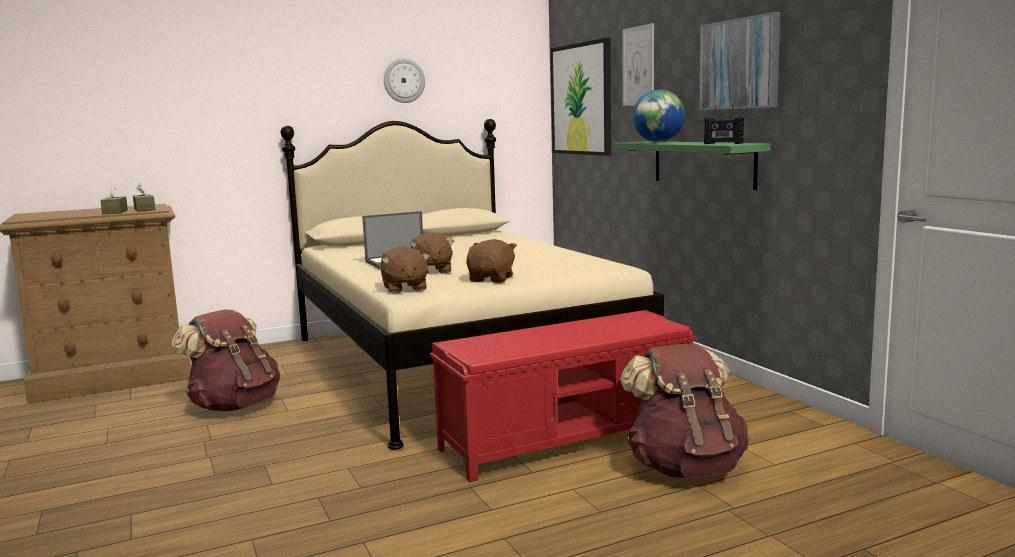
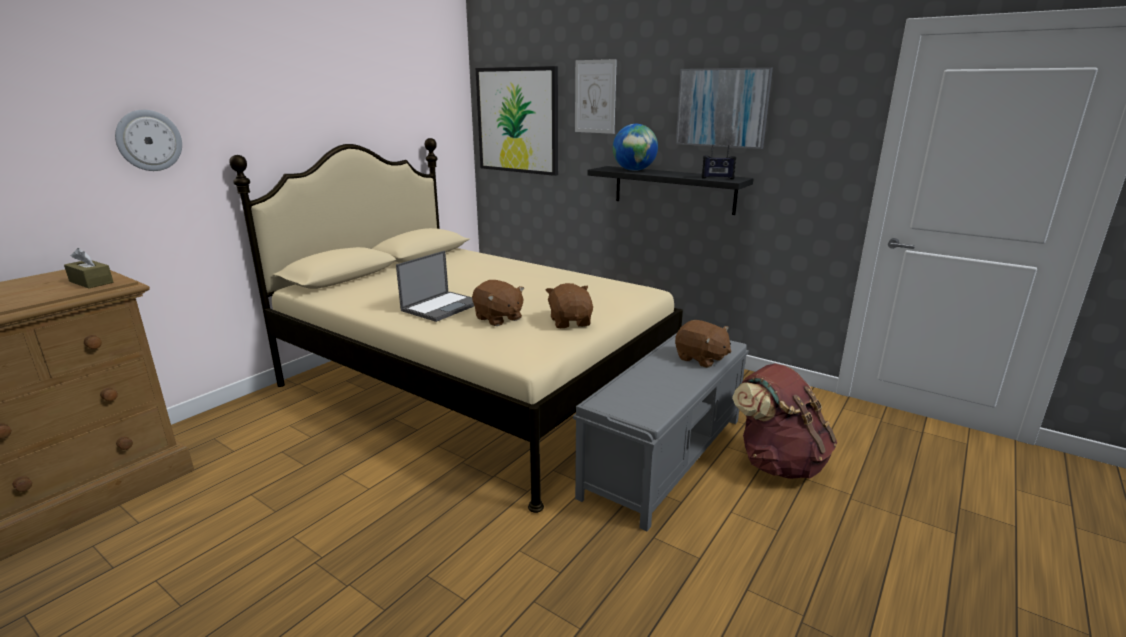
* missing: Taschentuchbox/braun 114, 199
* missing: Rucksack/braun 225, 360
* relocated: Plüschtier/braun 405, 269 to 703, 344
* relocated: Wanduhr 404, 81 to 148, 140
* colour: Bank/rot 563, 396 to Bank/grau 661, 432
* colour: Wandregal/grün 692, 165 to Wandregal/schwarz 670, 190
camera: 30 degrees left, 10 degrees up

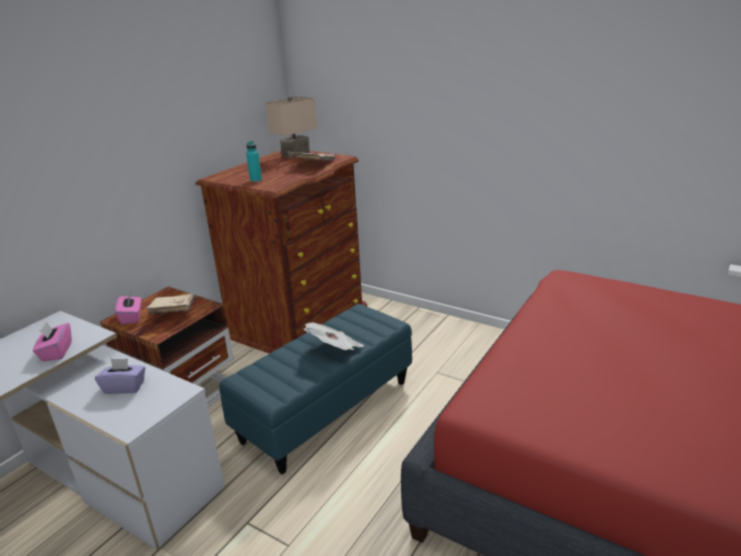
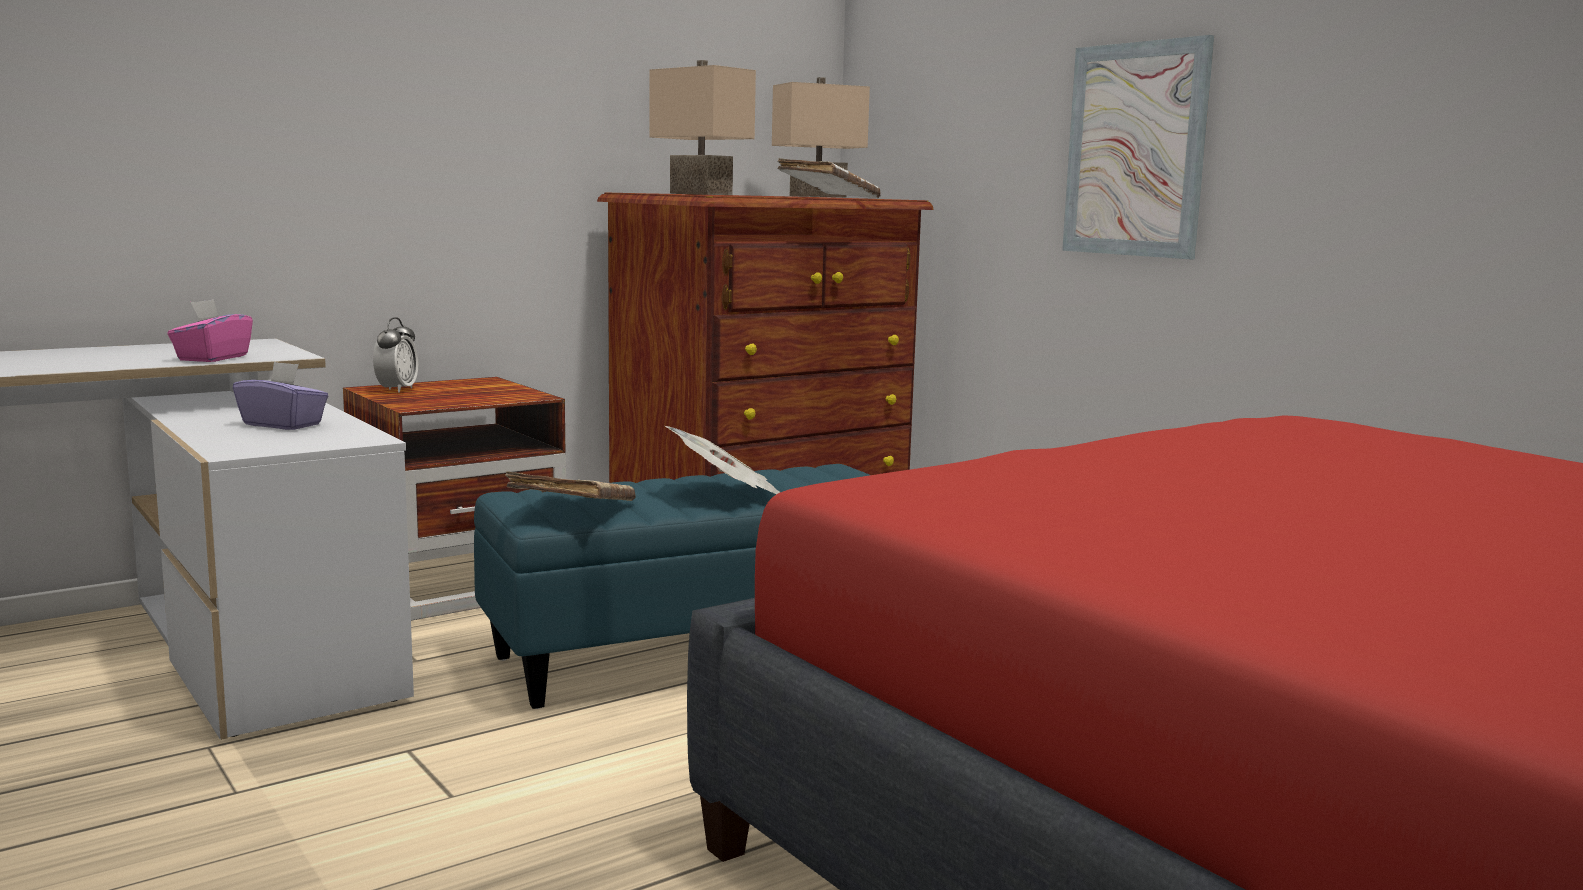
* exchanged: Taschentuchbox/rosa 128, 309 to Wecker 395, 355
* relocated: Buch/beige 170, 304 to 570, 486
* exchanged: Flasche/türkis 254, 161 to Tischlampe/beige 702, 127
* appeared: Bild 1138, 147
camera: 20 degrees right, 15 degrees down

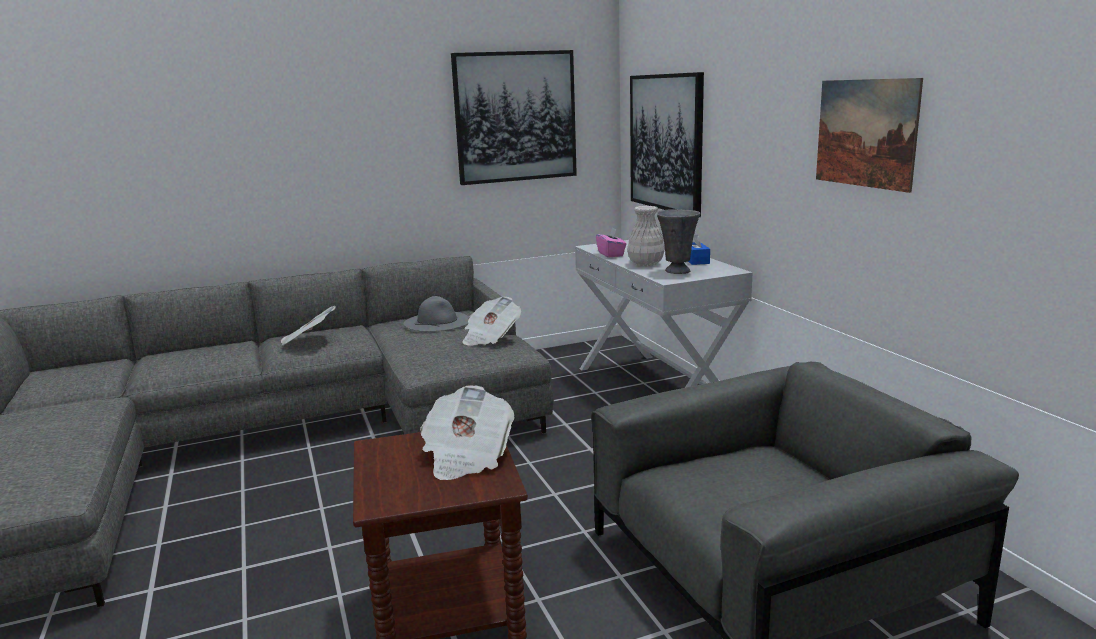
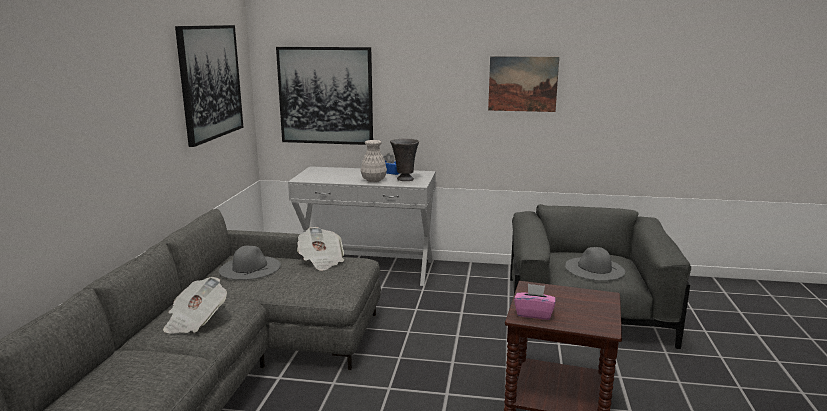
* missing: Zeitung 467, 432
* relocated: Taschentuchbox/rosa 611, 242 to 535, 302
* appeared: Hut/grau 595, 264
camera: 60 degrees left, 0 degrees up

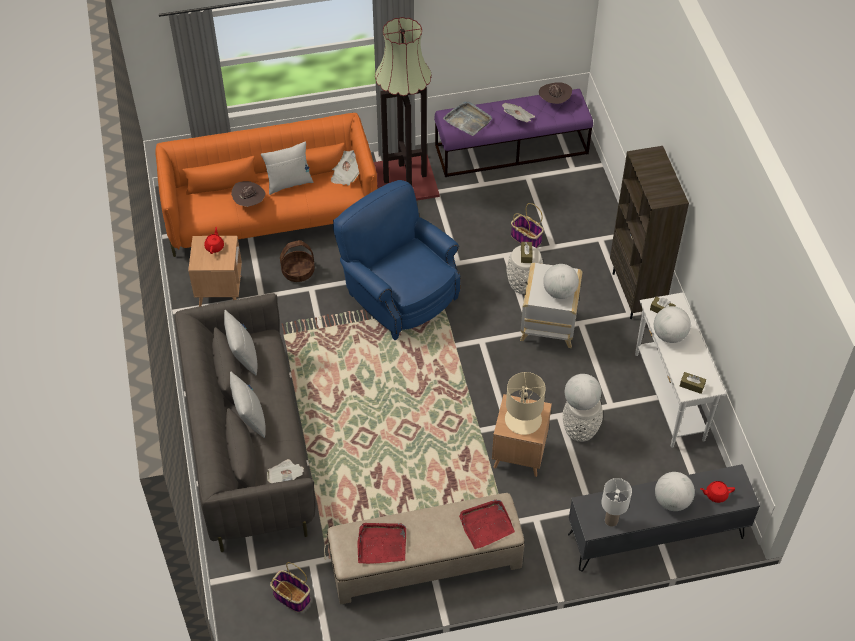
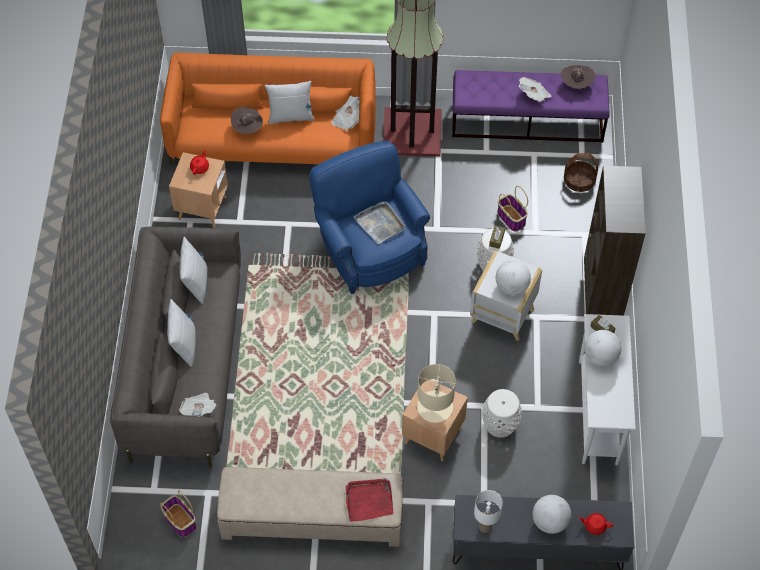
* relocated: Korb 297, 261 to 581, 172
* missing: Tablett/rot 381, 543
* relocated: Tablett/grau 467, 118 to 379, 222
* missing: Globus 583, 392
* missing: Taschentuchbox/braun 693, 383
camera: 15 degrees right, 5 degrees up

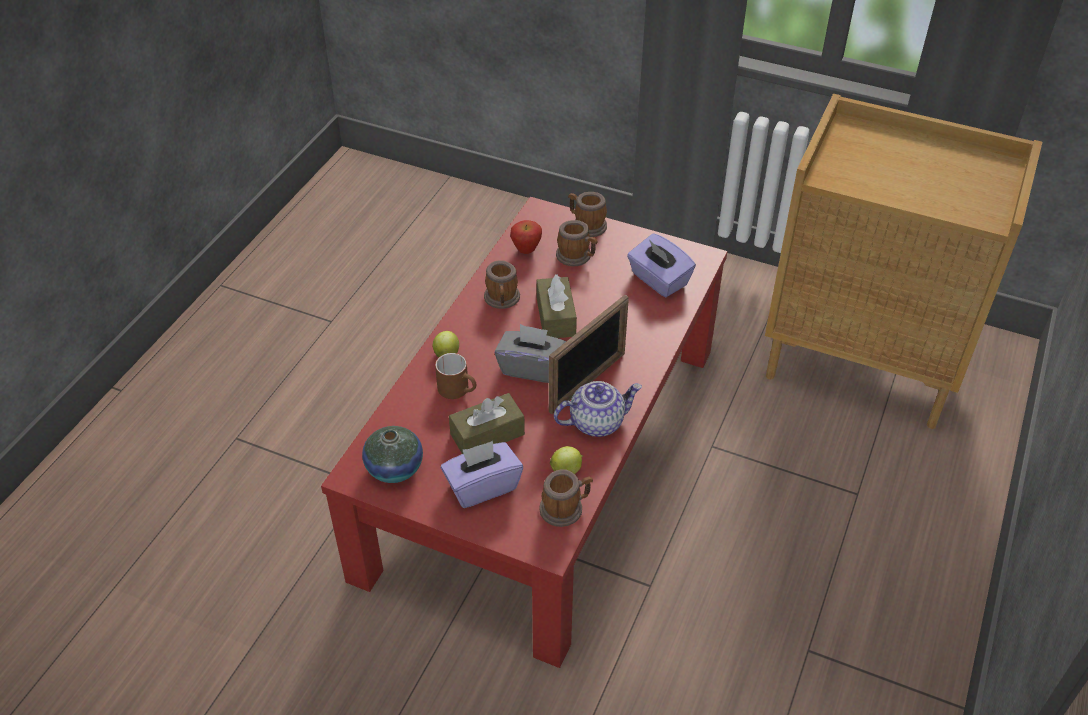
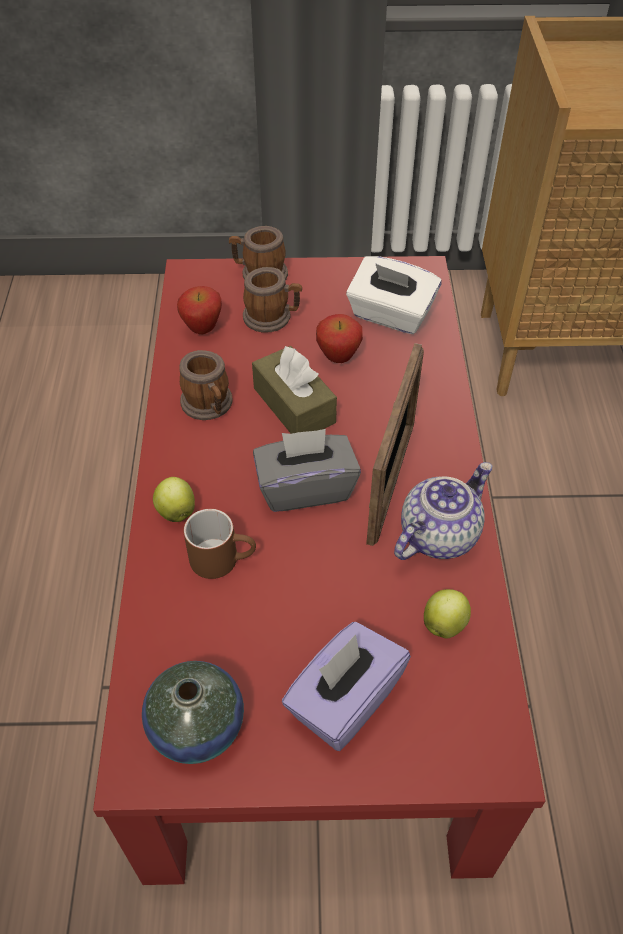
* missing: Taschentuchbox/braun 487, 423
* missing: Henkelbecher 566, 498
* colour: Taschentuchbox/lila 661, 265 to Taschentuchbox/weiß 394, 295
* appeared: Apfel 339, 338
camera: 25 degrees left, 5 degrees up

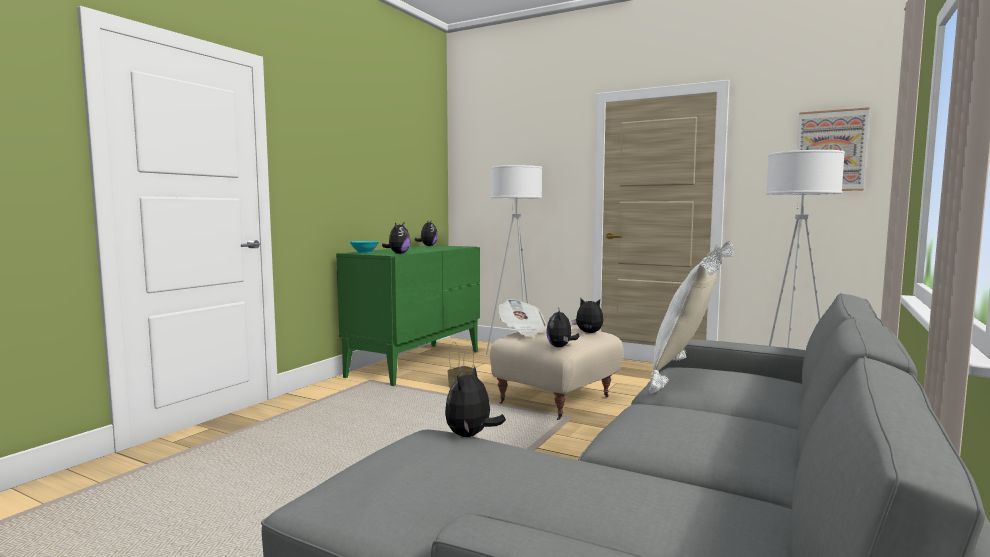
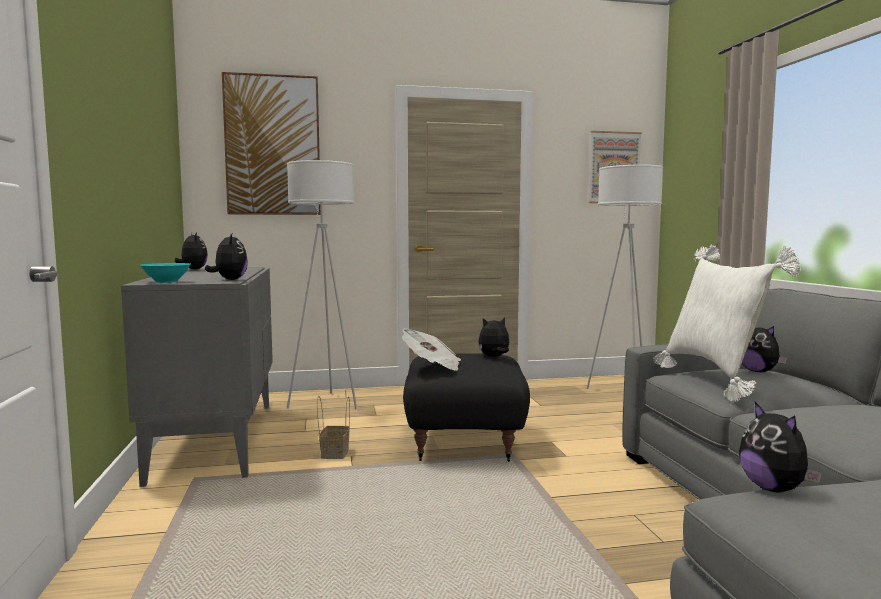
* colour: Schrank/grün 408, 315 to Schrank/grau 197, 377
* colour: Polsterhocker/beige 557, 372 to Polsterhocker/schwarz 466, 407
* relocated: Plüschtier 562, 327 to 764, 349
* appeared: Bild 271, 143
camera: 40 degrees left, 0 degrees up

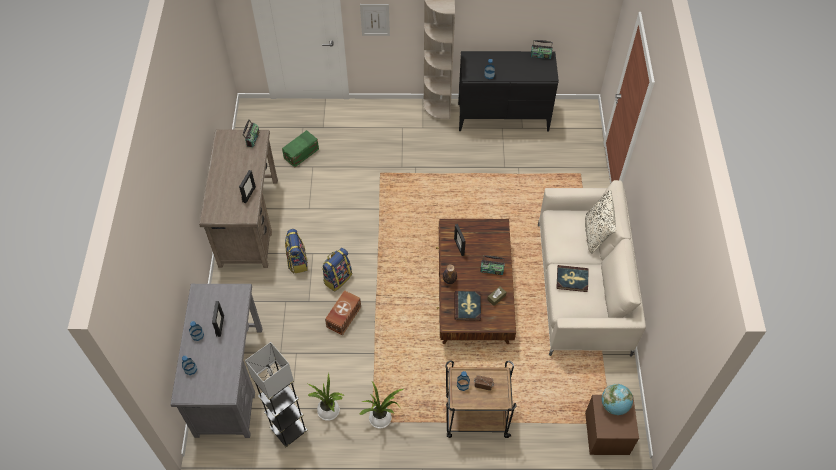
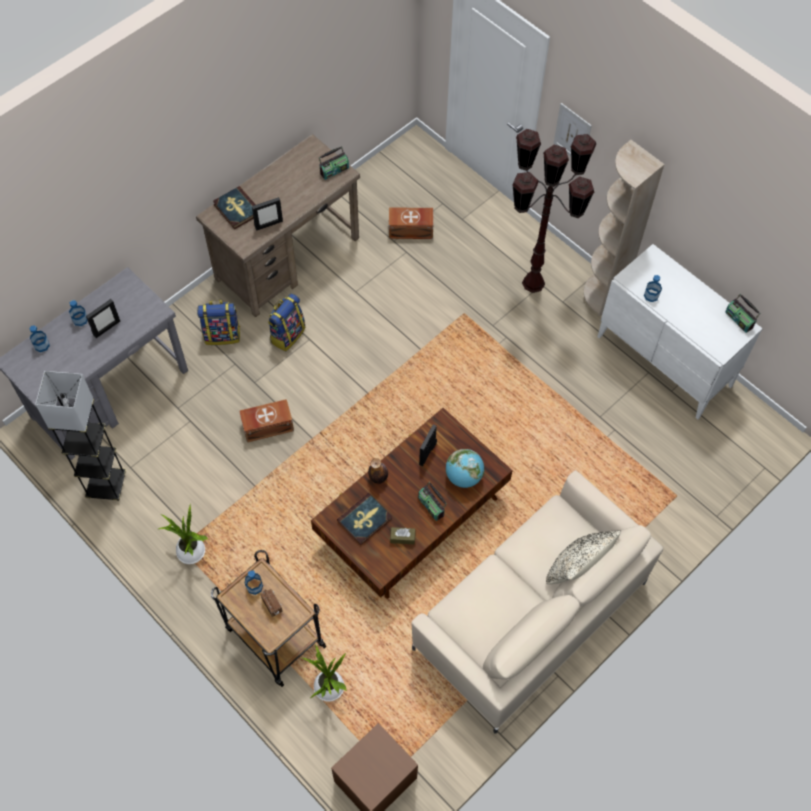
* colour: Aufbewahrungsbox/grün 300, 148 to Aufbewahrungsbox/braun 411, 223
* relocated: Topfpflanze 326, 396 to 325, 673
* relocated: Rucksack 337, 270 to 218, 322
* colour: Schrank/schwarz 508, 91 to Schrank/weiß 680, 331
* relocated: Buch 572, 278 to 234, 207
* relocated: Globus 617, 399 to 465, 468
* appeared: Stehlampe/braun 554, 211
camera: 45 degrees right, 5 degrees up

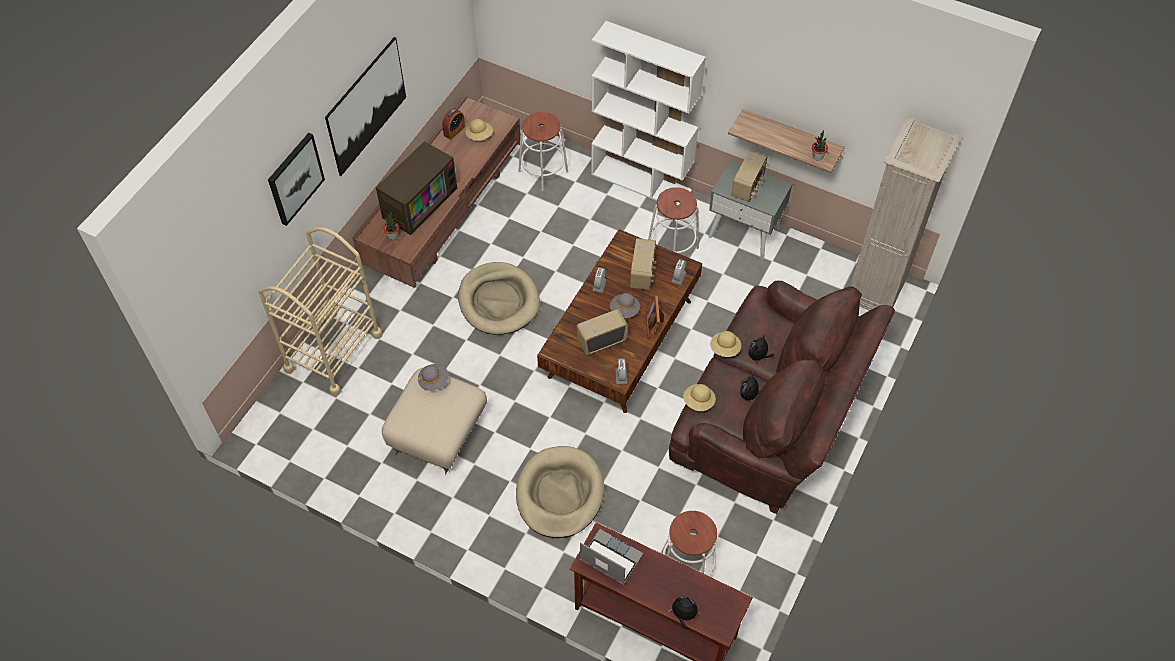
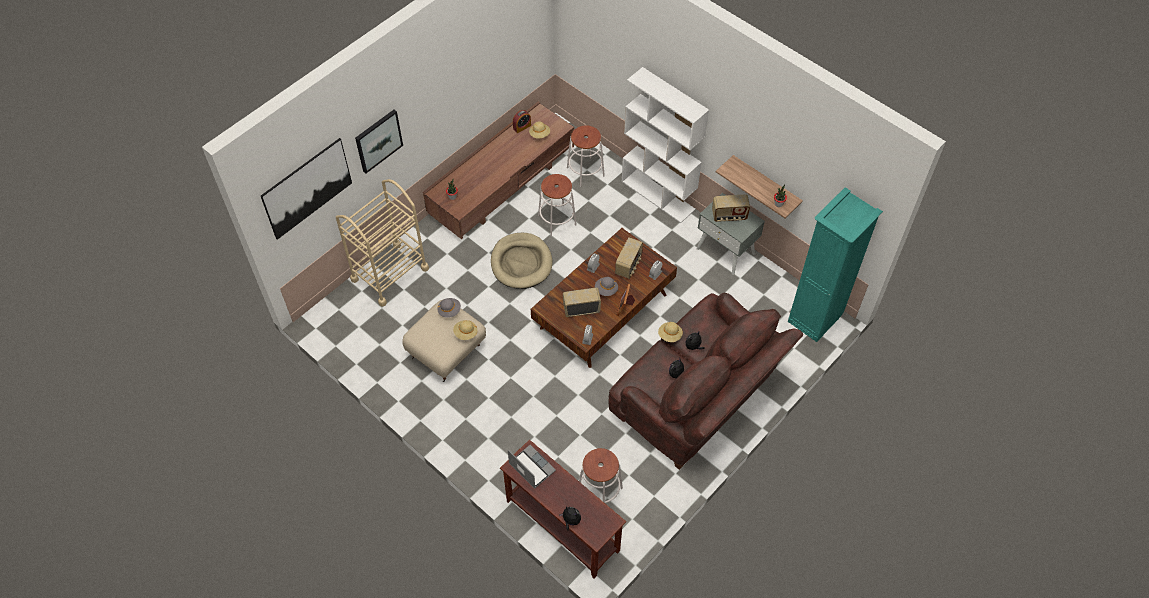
* relocated: Bild 365, 106 to 306, 189
* missing: Fernseher 416, 188
* missing: Hundebett/beige 560, 492
* relocated: Hocker/weiß 673, 220 to 557, 205
* relocated: Hut/beige 699, 397 to 465, 330
* spun: Radio 749, 176 = 731, 208 45 degrees clockwise
* colour: Schrank/beige 905, 214 to Schrank/türkis 835, 264
camera: 15 degrees right, 0 degrees up

